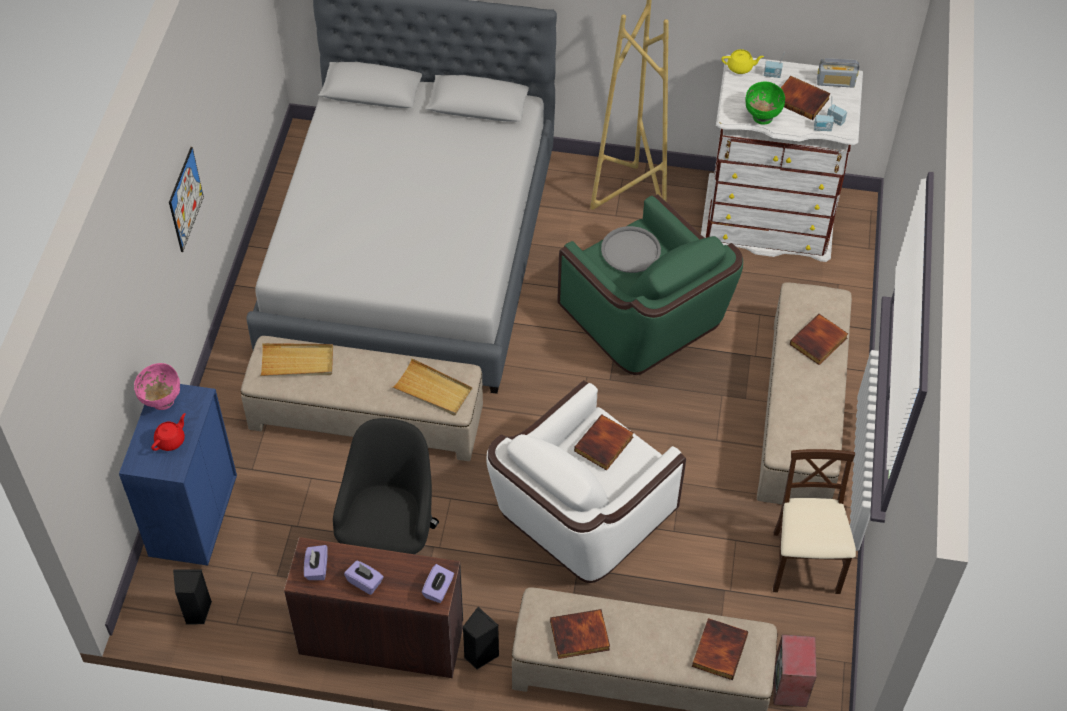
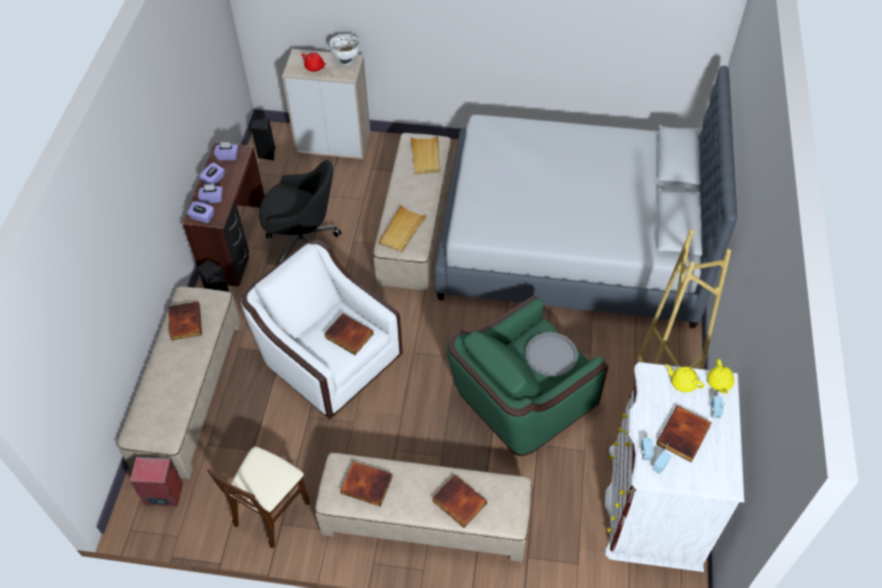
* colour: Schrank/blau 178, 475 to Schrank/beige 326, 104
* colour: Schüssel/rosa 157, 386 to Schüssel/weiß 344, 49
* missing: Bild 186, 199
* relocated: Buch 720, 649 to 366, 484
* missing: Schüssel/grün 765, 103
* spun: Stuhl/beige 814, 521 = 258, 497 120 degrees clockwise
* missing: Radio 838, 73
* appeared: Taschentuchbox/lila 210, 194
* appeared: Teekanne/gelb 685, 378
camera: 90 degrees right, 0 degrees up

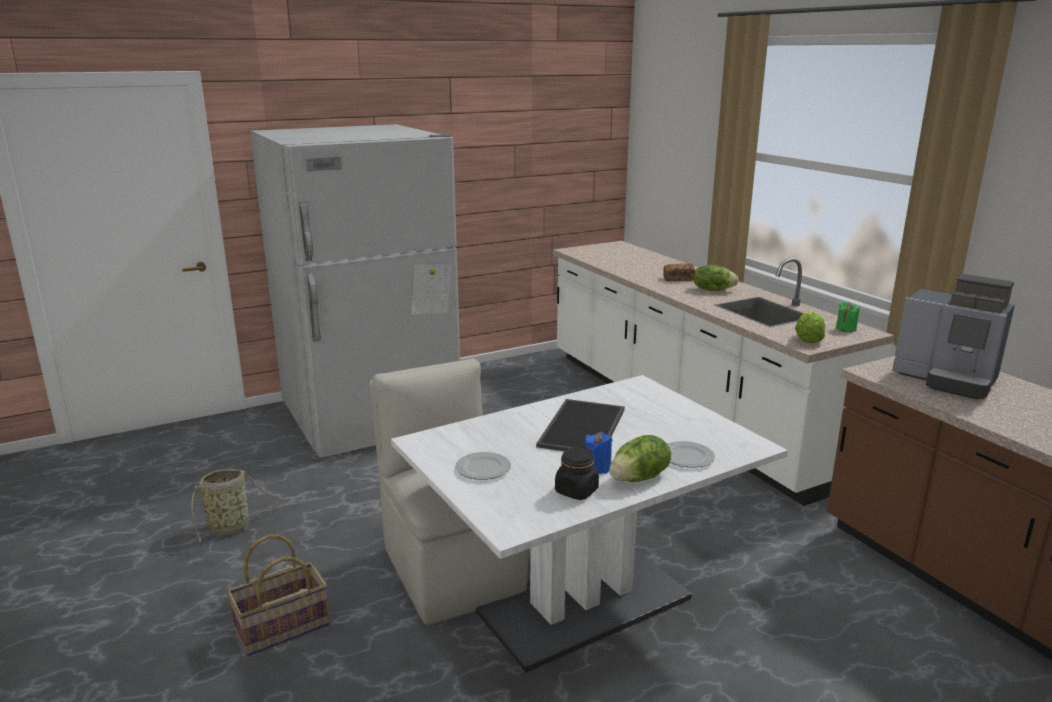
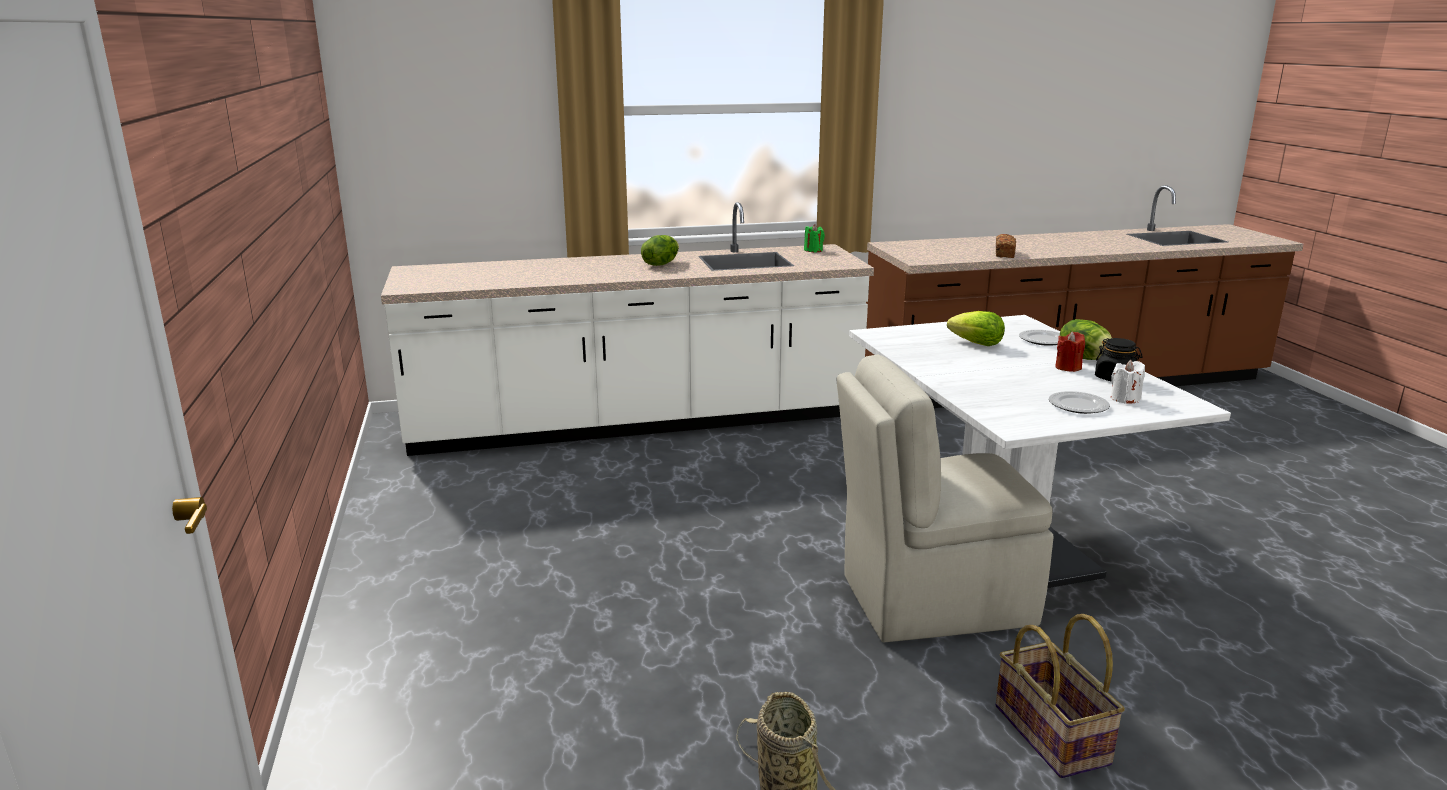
* missing: Kühlschrank/weiß 355, 290
* missing: Tablett 580, 425
* colour: Kerze/blau 598, 453 to Kerze/rot 1070, 352
* relocated: Brot 679, 272 to 1006, 246
* relocated: Salatkopf 810, 327 to 976, 328
* missing: Kaffeemaschine 954, 336
* appeared: Kerze/weiß 1128, 382
camera: 75 degrees left, 0 degrees up

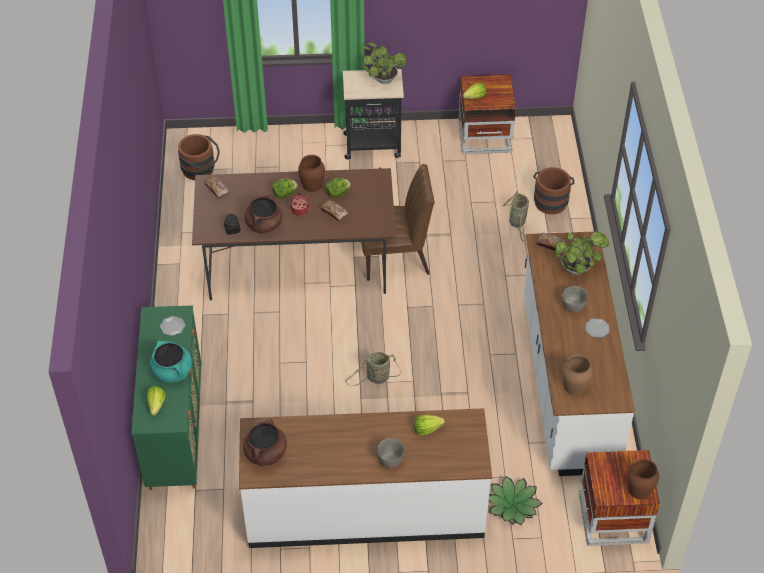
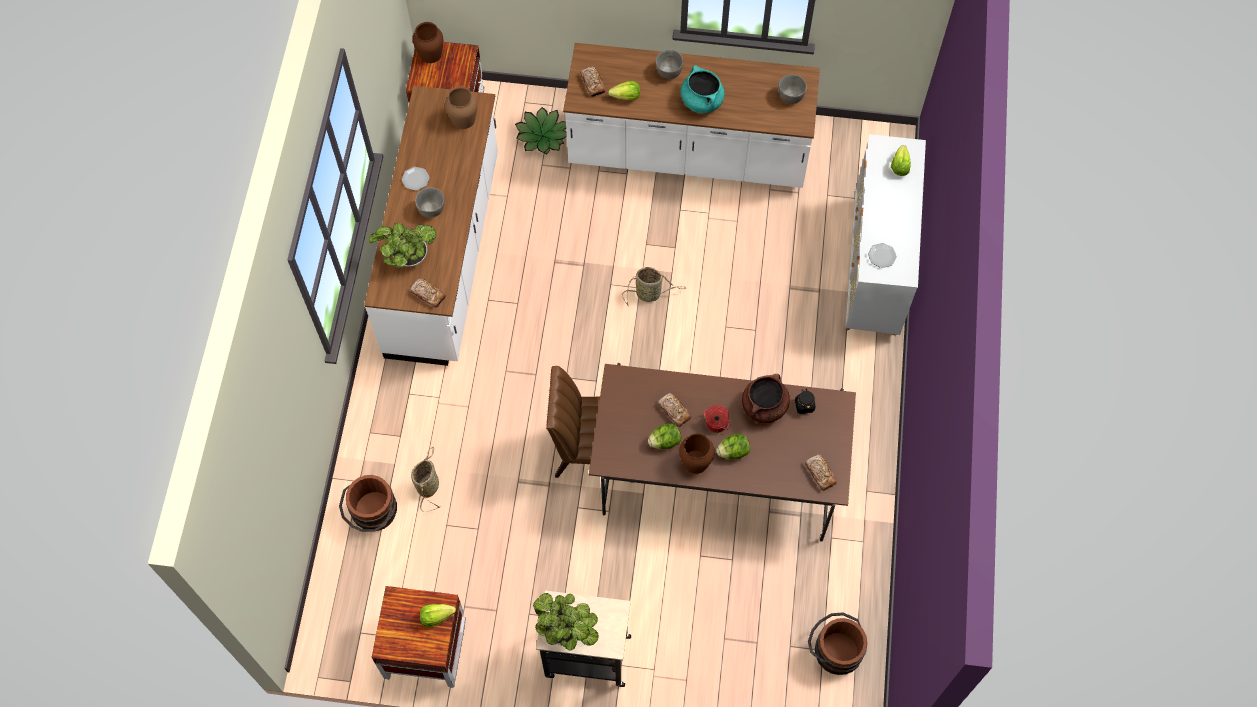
* colour: Schrank/grün 166, 398 to Schrank/weiß 885, 235
* relocated: Kochtopf/türkis 171, 362 to 703, 89
* exchanged: Kochtopf/braun 265, 442 to Schüssel/grau 792, 89
* appeared: Brot 593, 82
camera: 170 degrees left, 15 degrees up

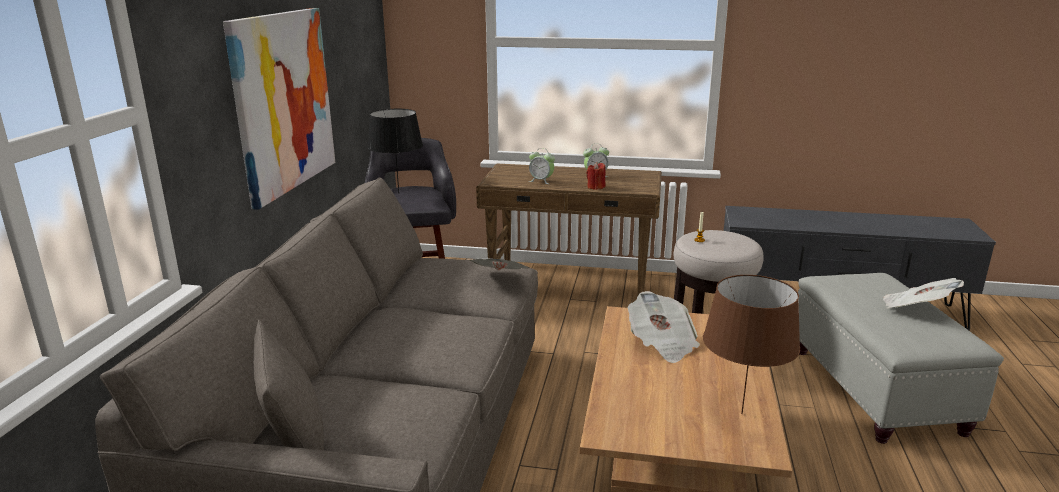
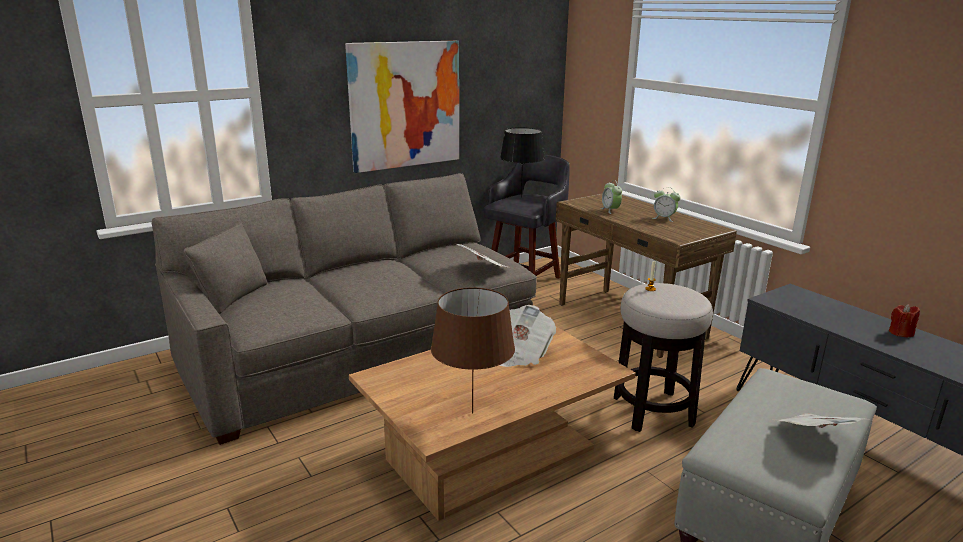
* relocated: Kerze/rot 596, 176 to 904, 320
camera: 45 degrees right, 0 degrees up

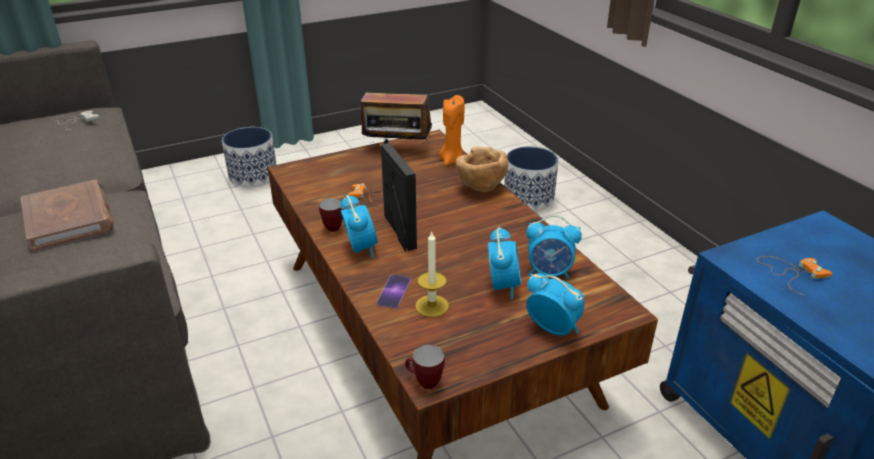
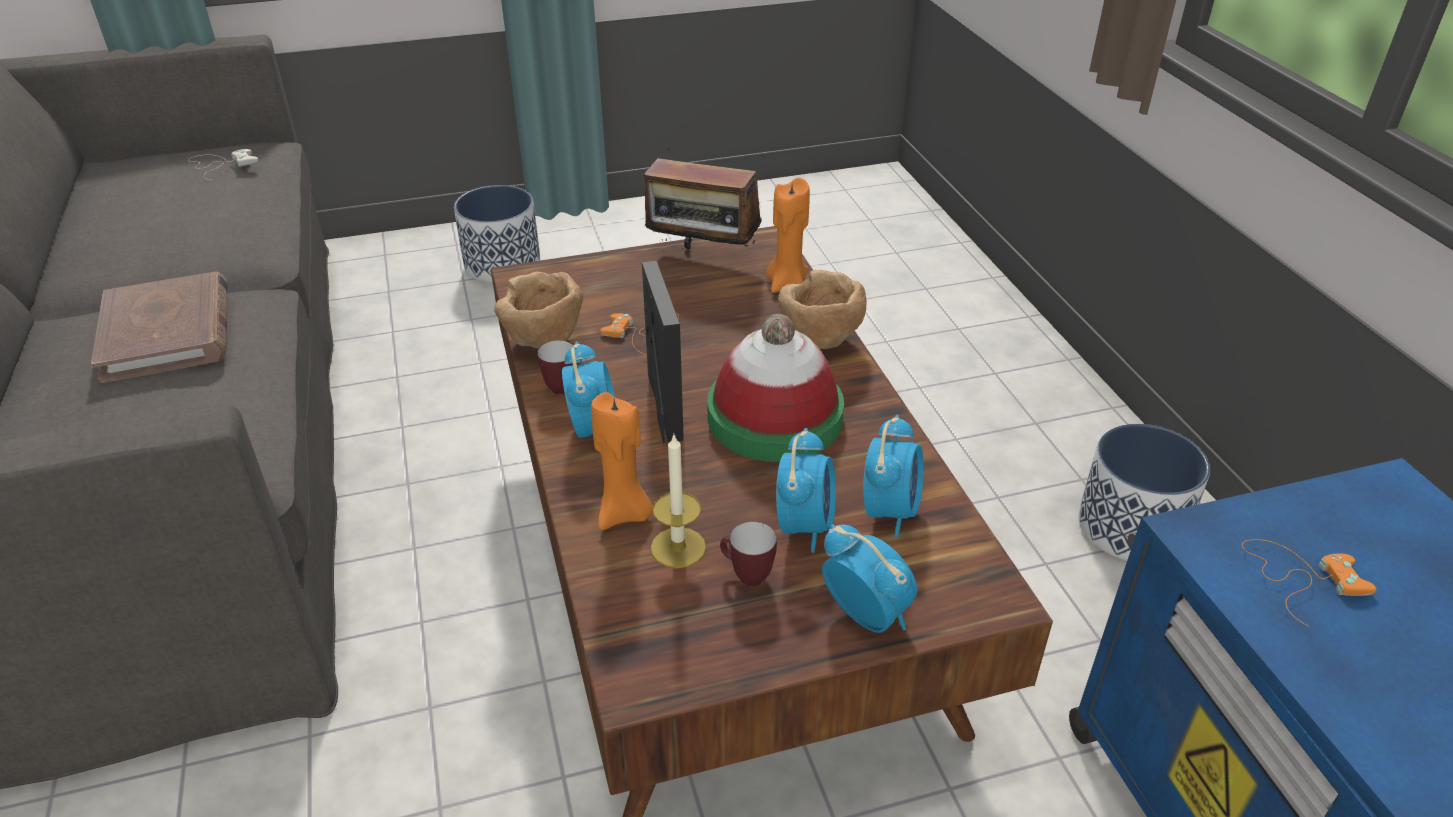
* exchanged: Handy 393, 291 to Kerze/orange 622, 461
* relocated: Henkelbecher 425, 367 to 748, 554
* relocated: Pflanzkübel 531, 178 to 1144, 492
* spun: Wecker 554, 247 = 893, 476 90 degrees counterclockwise
* appeared: Schüssel/braun 538, 309
* appeared: Hut 775, 388
camera: 10 degrees right, 5 degrees up

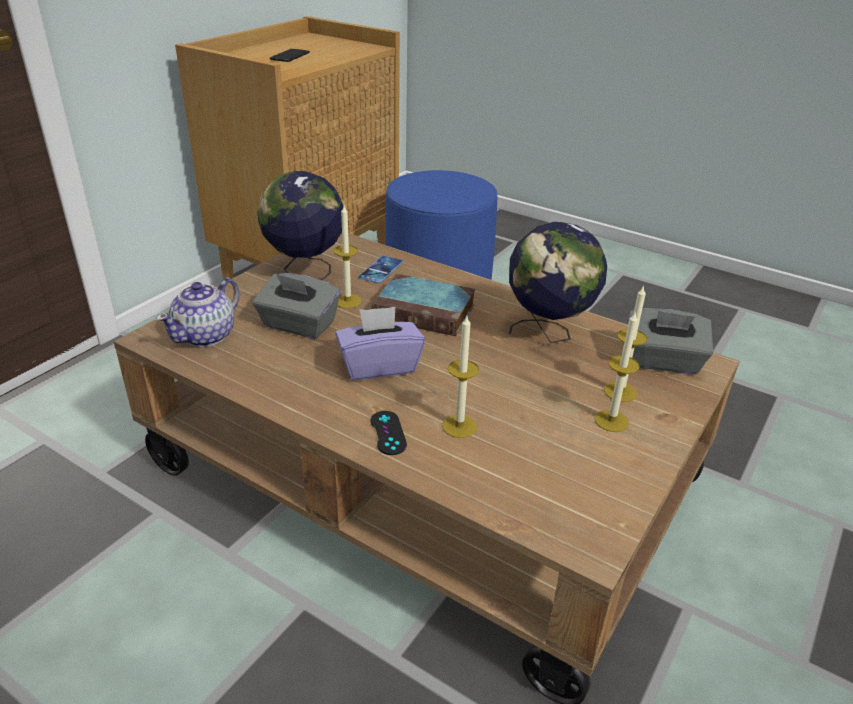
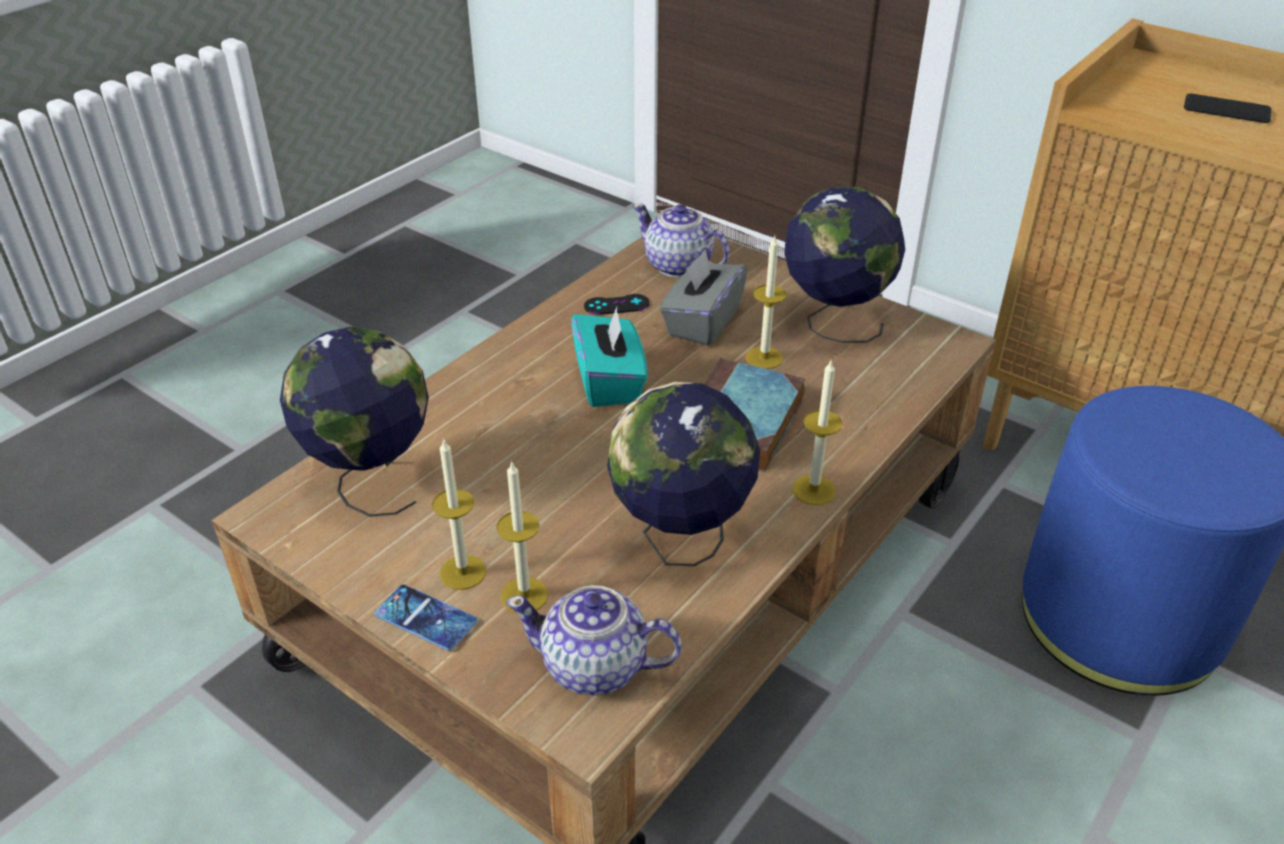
* colour: Taschentuchbox/lila 380, 343 to Taschentuchbox/türkis 609, 357
* relocated: Handy 380, 270 to 426, 617
* relocated: Gamepad/schwarz 389, 433 to 617, 304
* relocated: Kerze 460, 377 to 817, 433
* exchanged: Taschentuchbox/grau 671, 341 to Teekanne 594, 640
* appeared: Globus 354, 421
camera: 95 degrees right, 5 degrees up

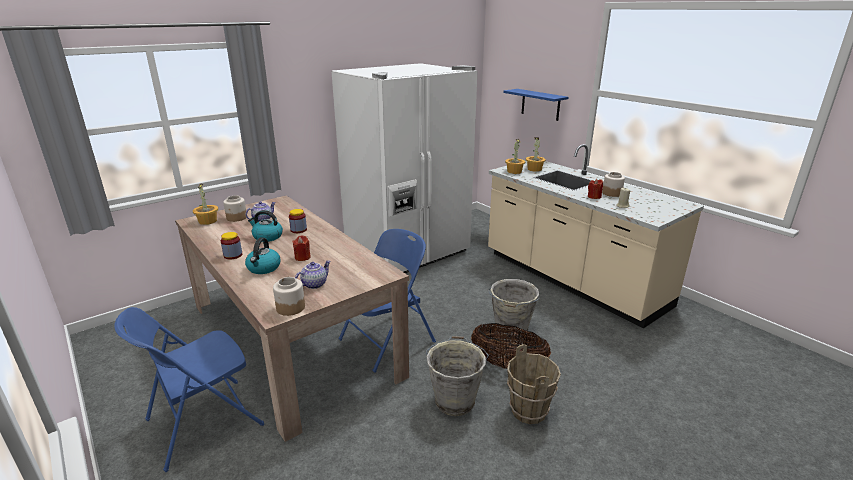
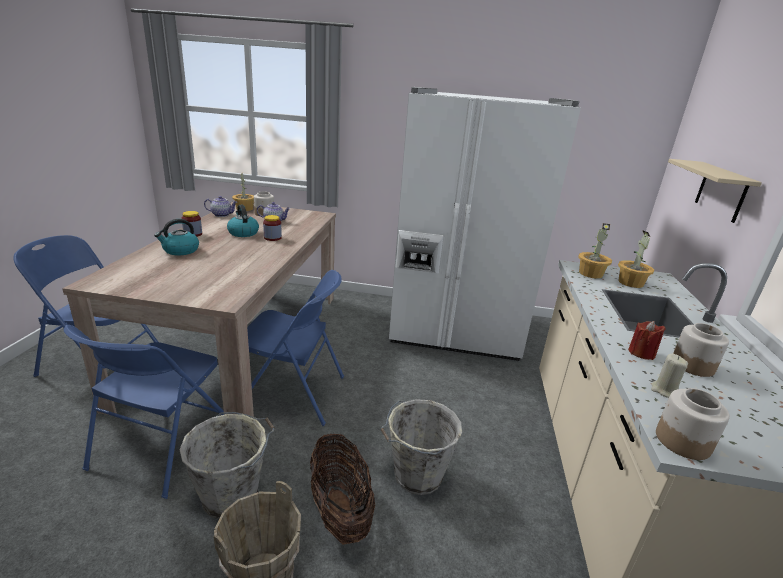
* relocated: Vorratsglas 289, 296 to 693, 424
* missing: Kerze/rot 301, 248
* relocated: Teekanne 313, 274 to 220, 206
* colour: Wandregal/blau 536, 105 to Wandregal/beige 715, 191
* appeared: Stuhl/blau 144, 412
camera: 45 degrees right, 0 degrees up

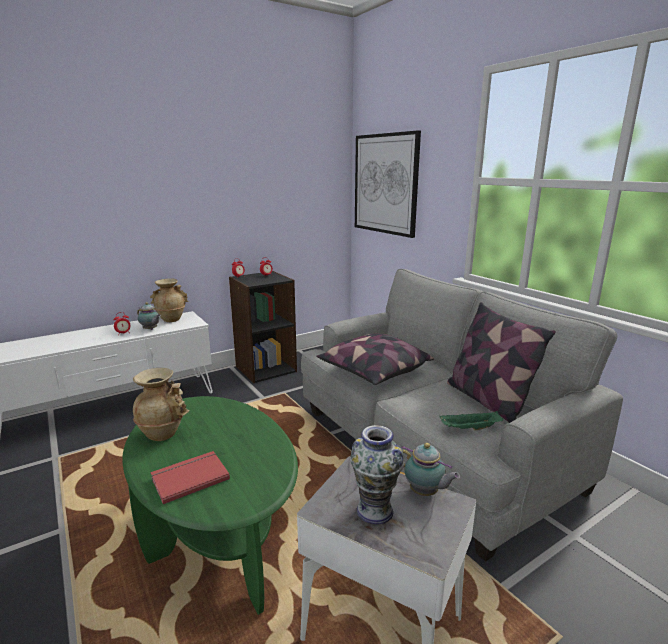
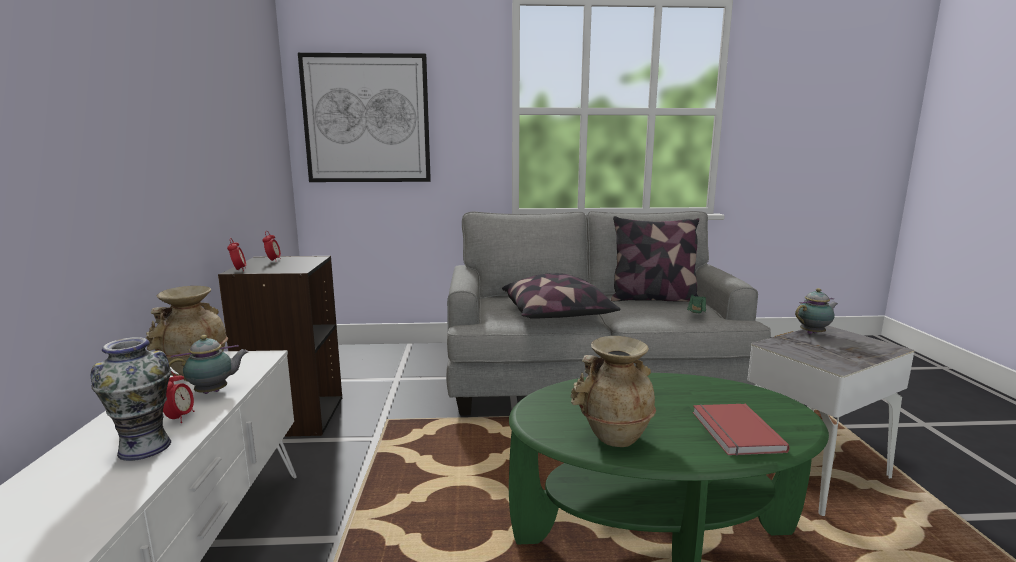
* relocated: Vase 377, 475 to 131, 399
camera: 60 degrees left, 5 degrees down

